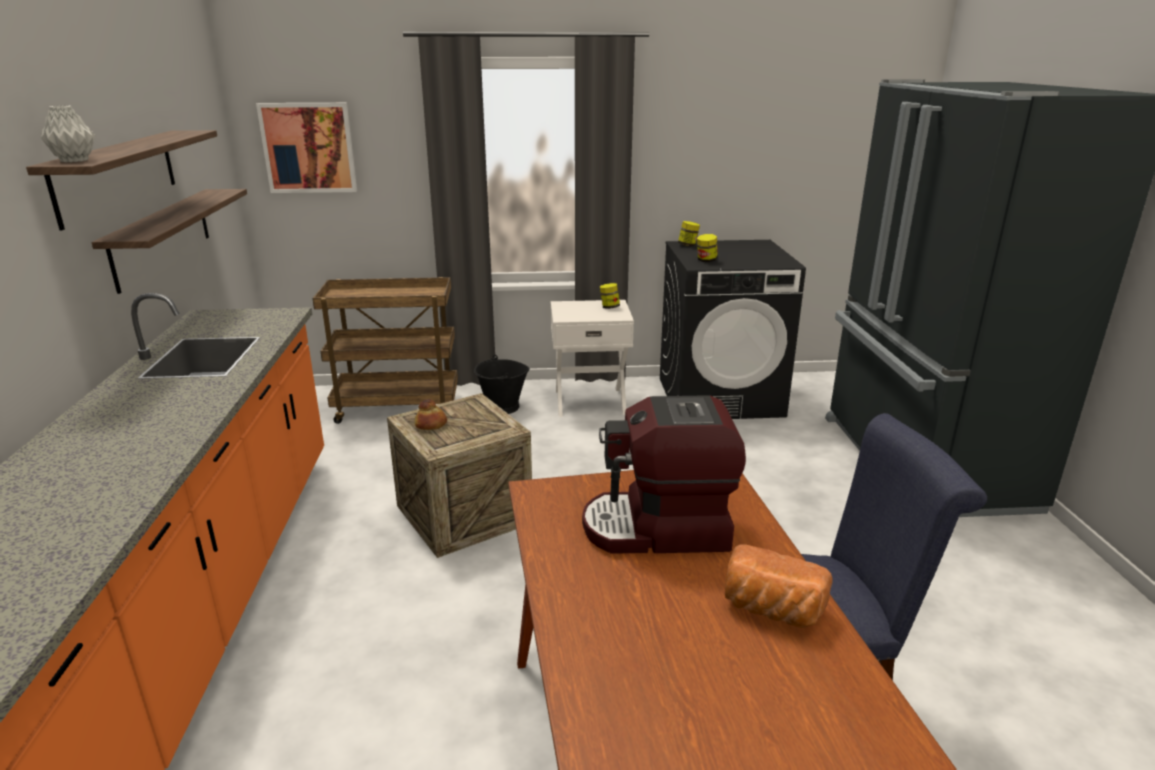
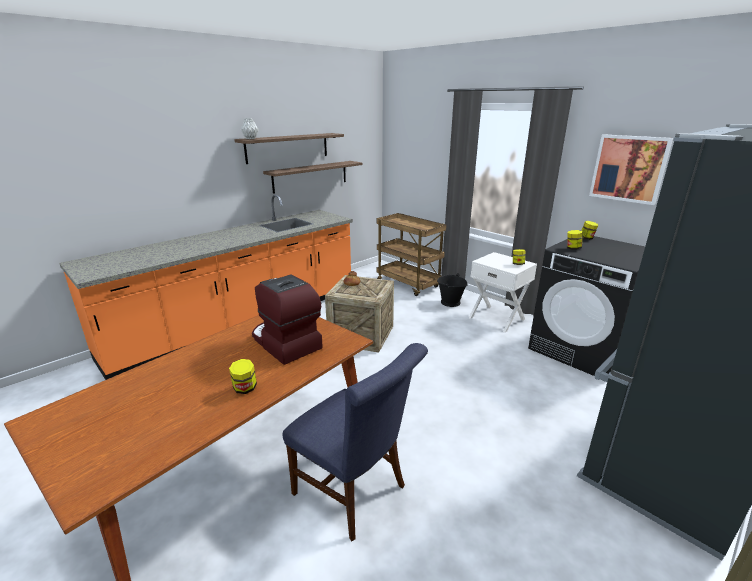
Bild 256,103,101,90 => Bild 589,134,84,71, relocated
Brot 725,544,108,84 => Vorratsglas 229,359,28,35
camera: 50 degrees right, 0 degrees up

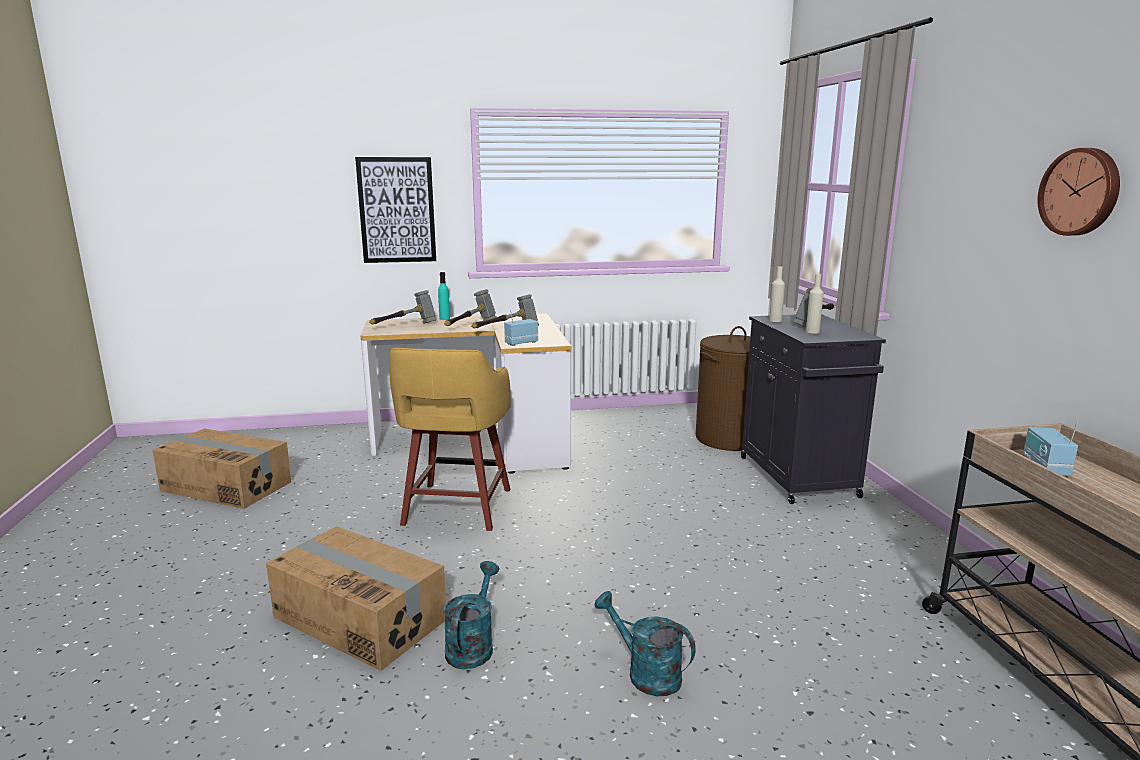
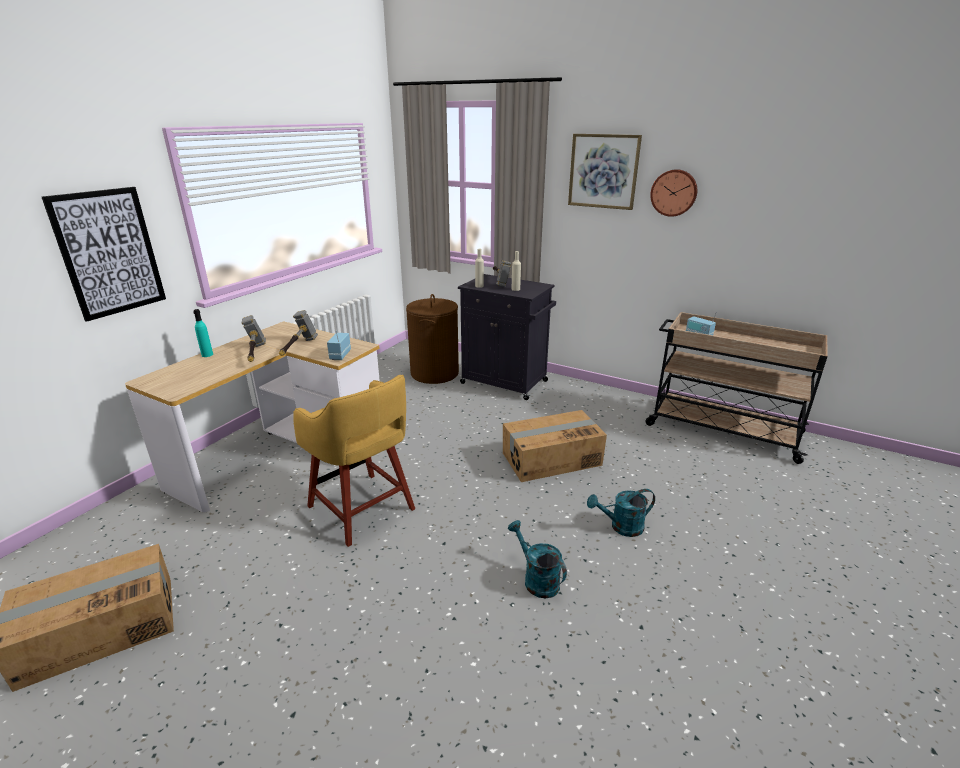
Hammer 369,290,68,34 => nothing
nothing => Bild 568,134,74,76
Karton 266,526,180,145 => Karton 503,410,104,72, relocated
camera: 50 degrees left, 10 degrees up

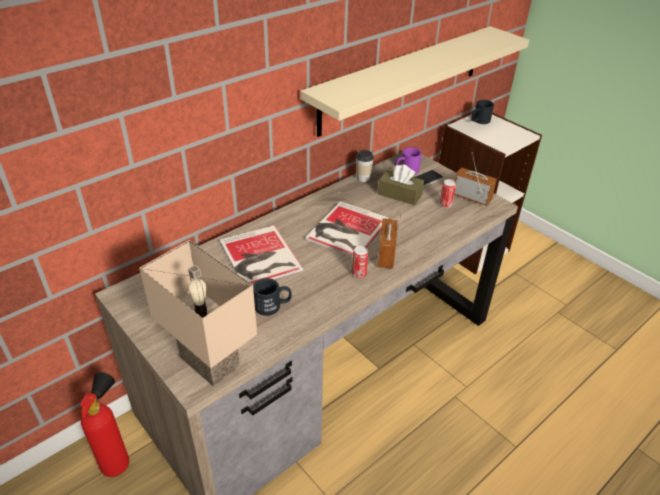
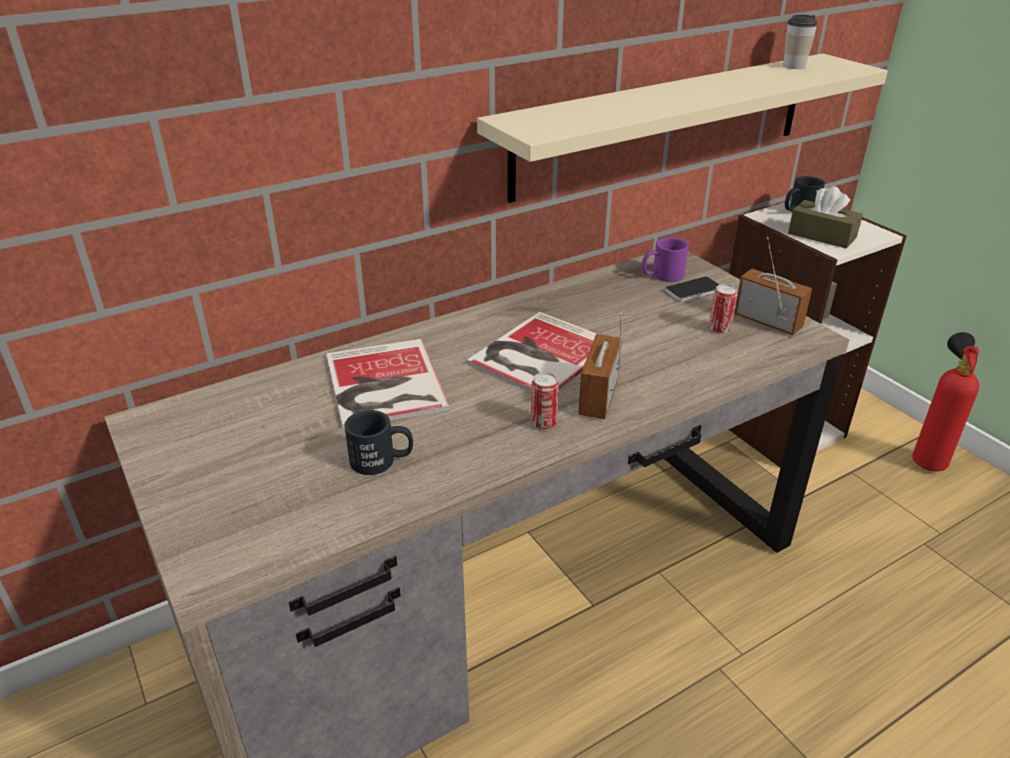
Tischlampe (beige) 139,240,118,147 => nothing
Feuerlöscher 80,372,49,105 => Feuerlöscher 912,332,67,139, relocated
Tasse 356,150,18,32 => Tasse 783,15,35,54, relocated
Taschentuchbox (braun) 378,164,46,41 => Taschentuchbox (braun) 788,186,75,62, relocated
camera: 10 degrees right, 5 degrees down

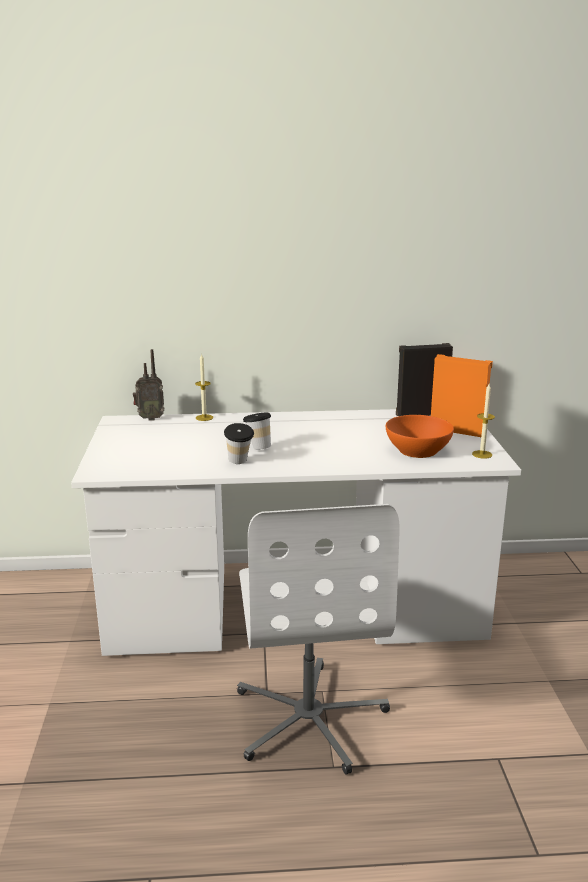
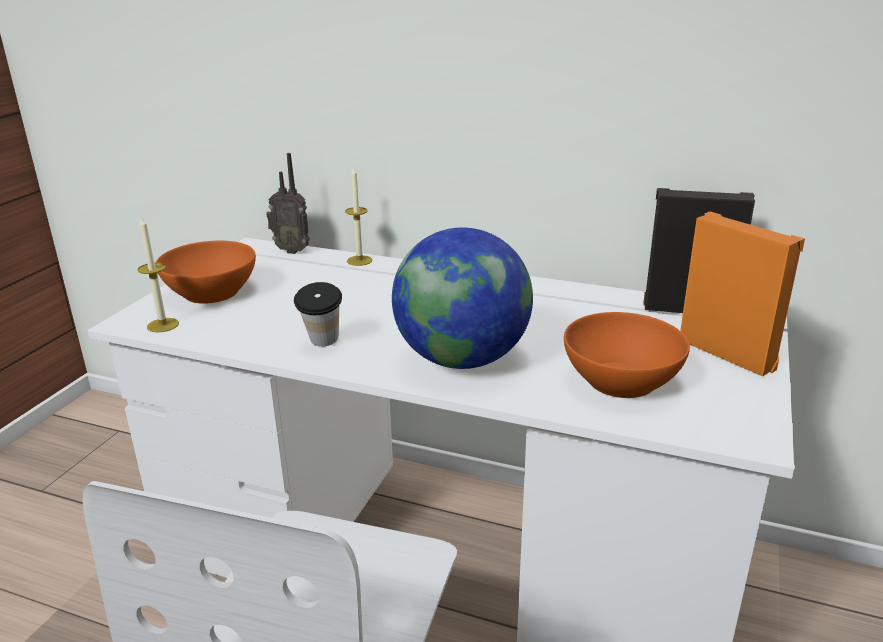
Tasse 243,413,28,37 => nothing
nothing => Schüssel (orange) 156,241,100,63
nothing => Globus 392,227,141,142
Kerze 472,384,23,75 => Kerze 137,216,42,116, relocated
camera: 25 degrees right, 5 degrees up

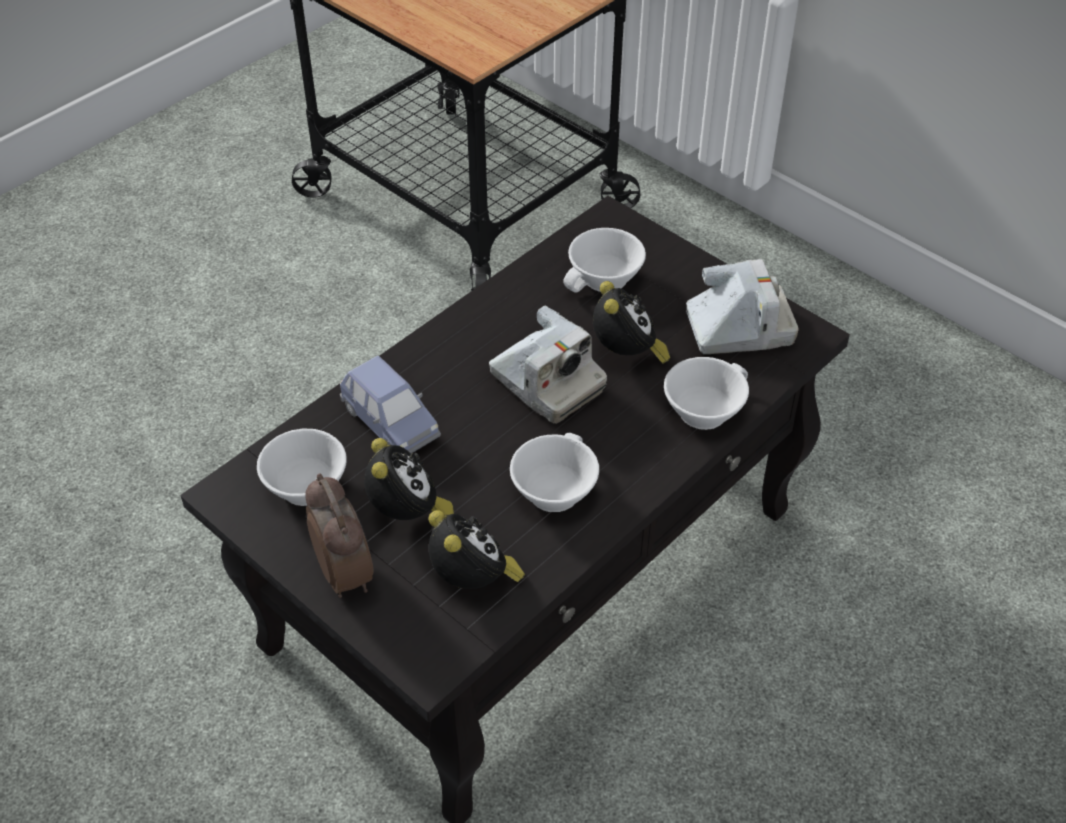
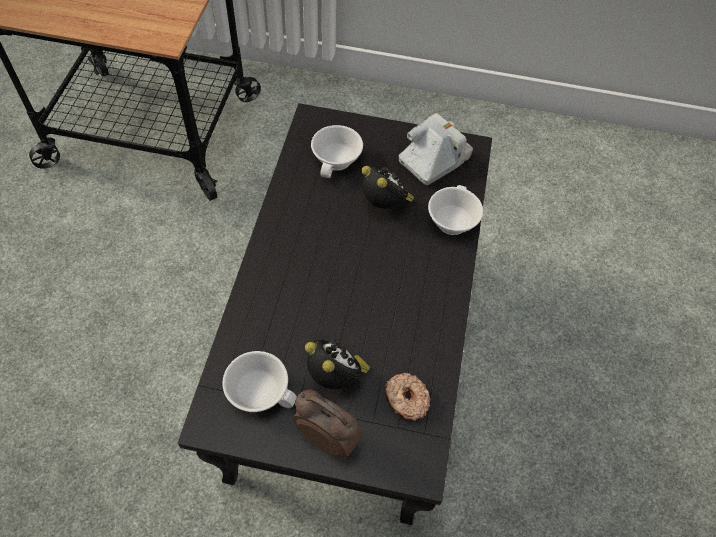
Spielzeugauto (blau) 340,356,101,97 => nothing
Kamera 489,305,118,119 => nothing
Tasse (weiß) 510,433,89,79 => nothing
Wecker 429,510,96,79 => Donut 385,373,45,48
camera: 35 degrees left, 10 degrees up

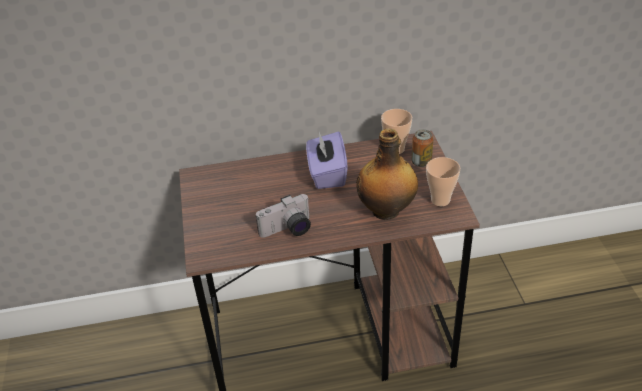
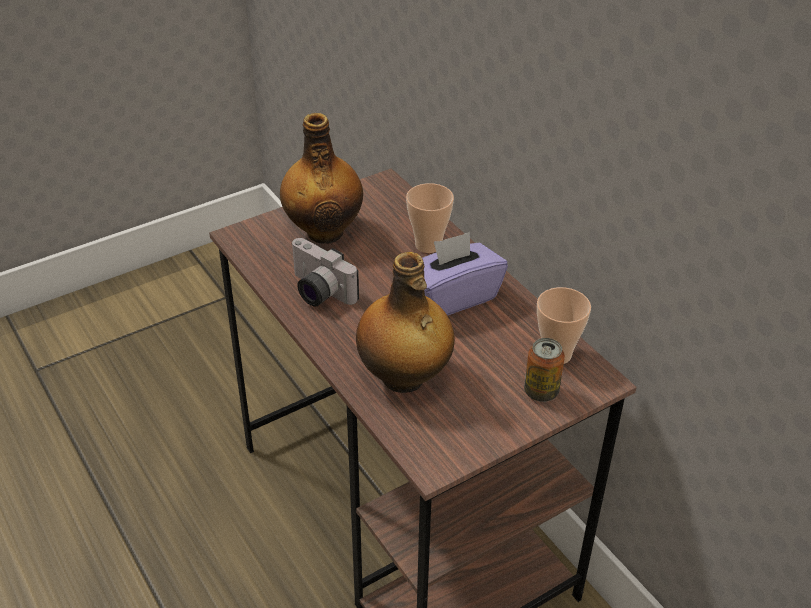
nothing => Flasche 280,113,83,131
Tasse 426,157,34,49 => Tasse 406,183,48,70, relocated
camera: 65 degrees right, 0 degrees up

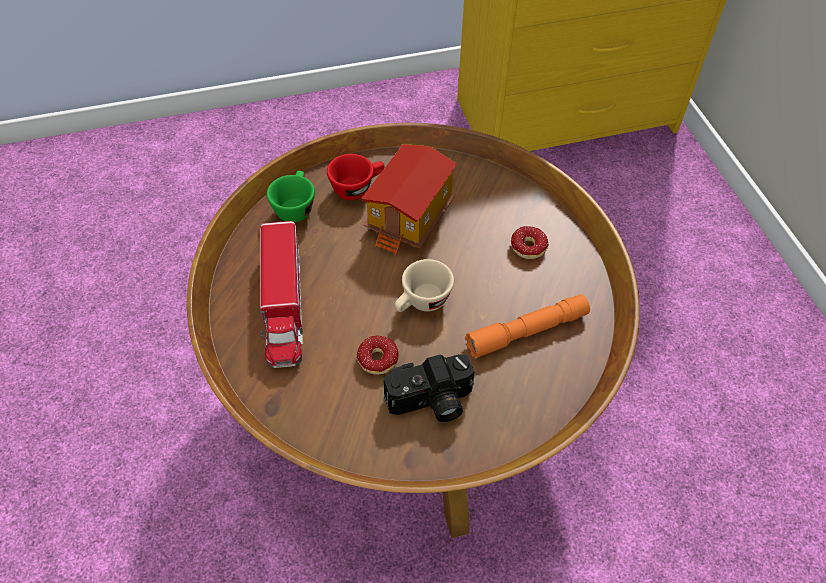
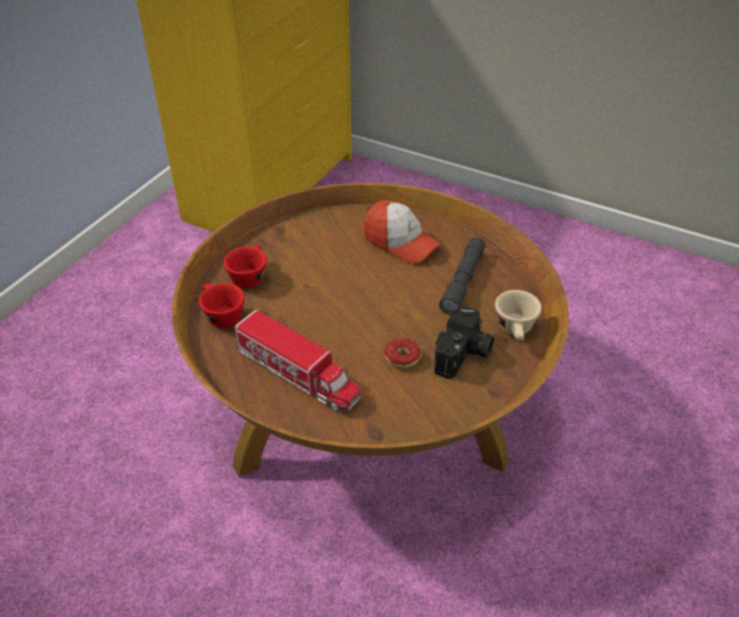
Spielzeughaus 361,144,96,111 => nothing
Tasse (beige) 394,259,60,53 => Tasse (beige) 495,290,47,51, relocated
Donut 511,226,37,33 => Kappe 364,200,77,64
Tasse (grün) 267,171,48,52 => Tasse (rot) 199,283,46,45
Taschenlampe (orange) 465,294,125,65 => Taschenlampe (grau) 439,237,46,78
camera: 45 degrees left, 10 degrees down

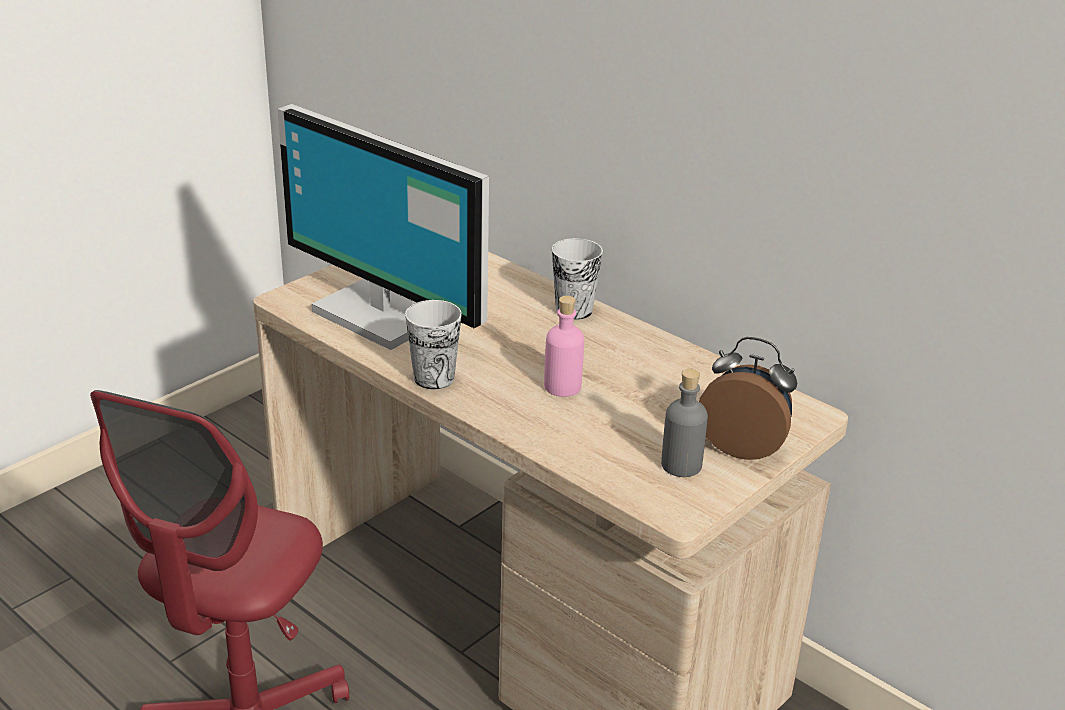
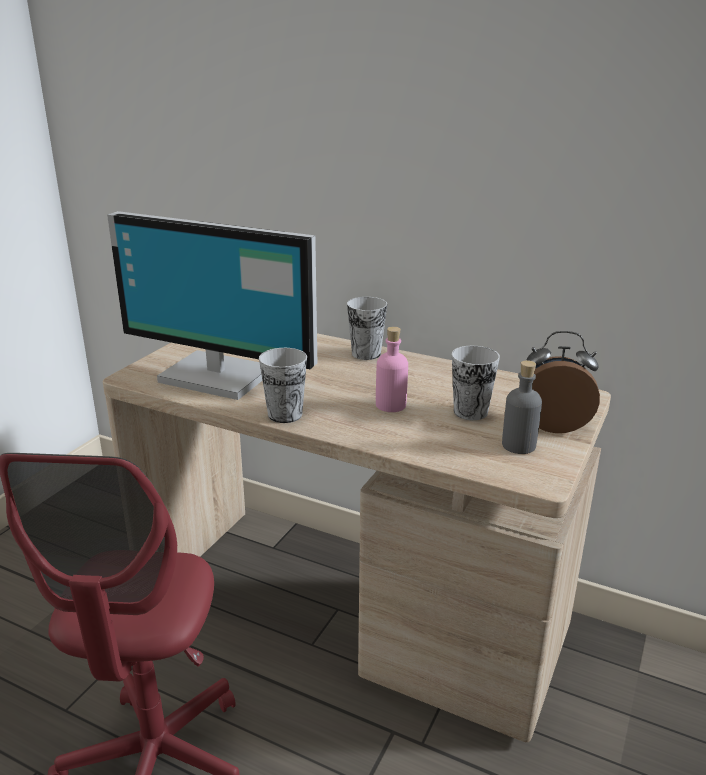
nothing => Tasse 452,346,48,74
camera: 15 degrees left, 5 degrees down

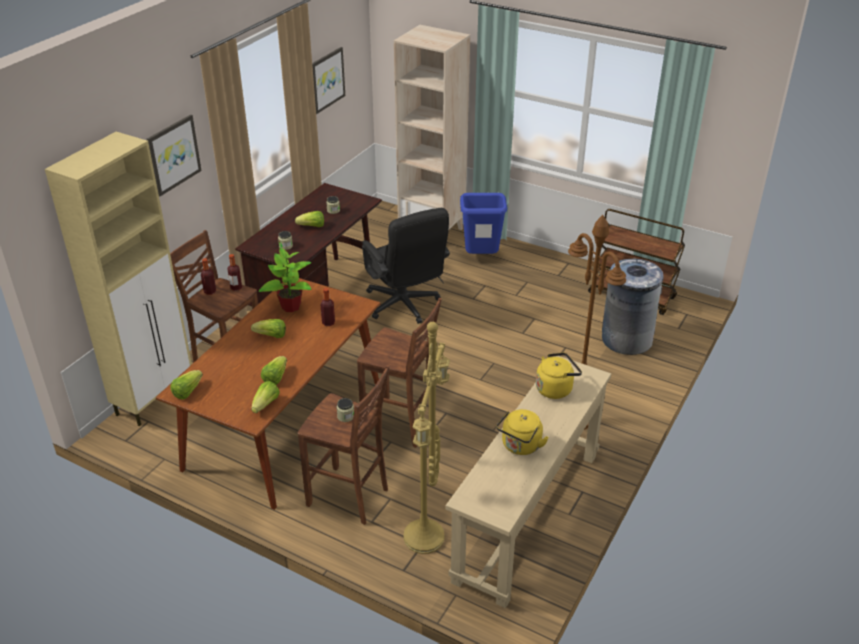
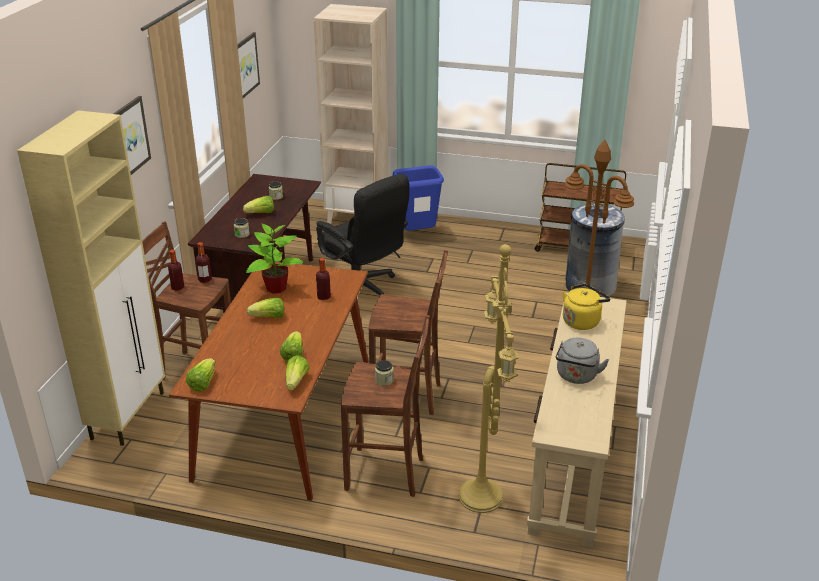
Wasserkessel (gelb) 496,409,53,46 => Wasserkessel (grau) 556,338,53,46
camera: 15 degrees left, 5 degrees down

